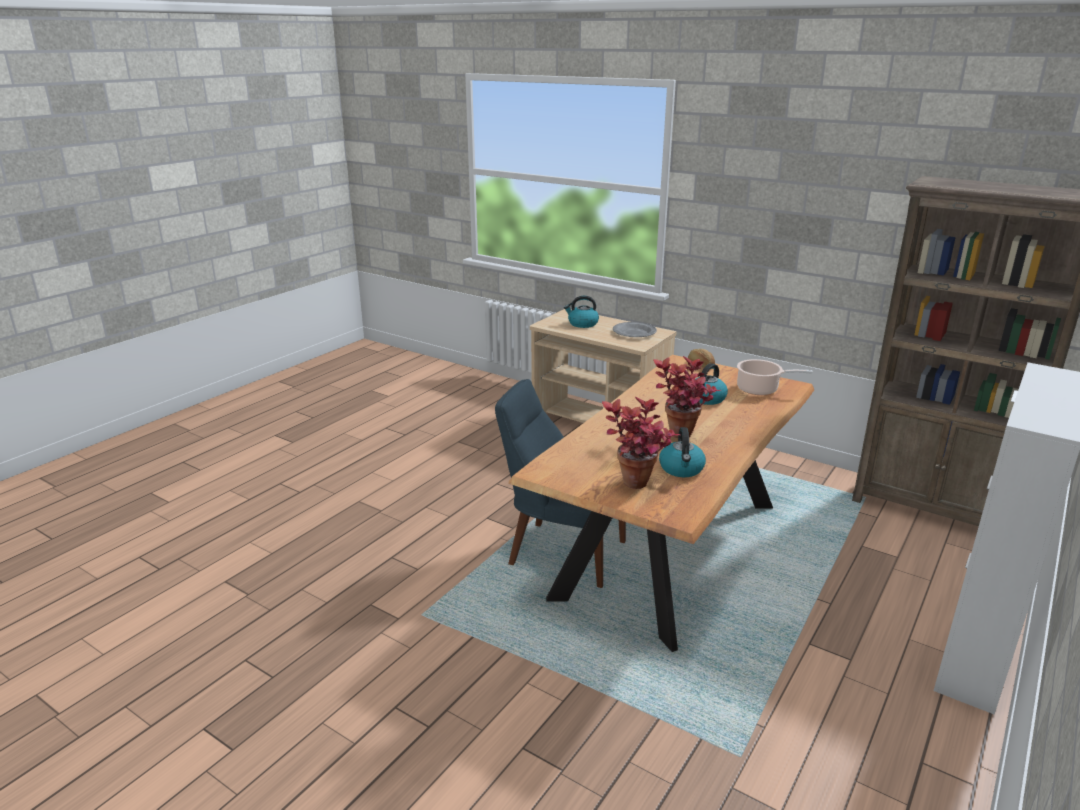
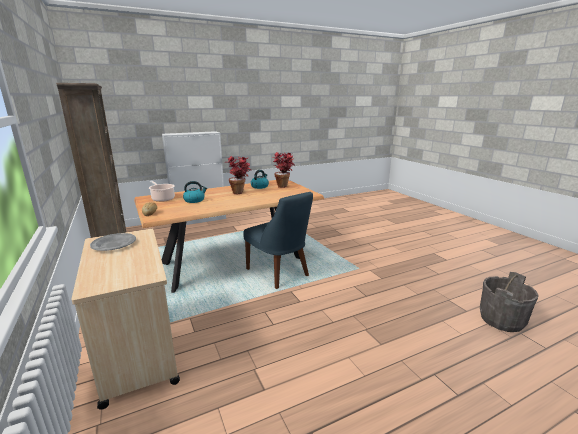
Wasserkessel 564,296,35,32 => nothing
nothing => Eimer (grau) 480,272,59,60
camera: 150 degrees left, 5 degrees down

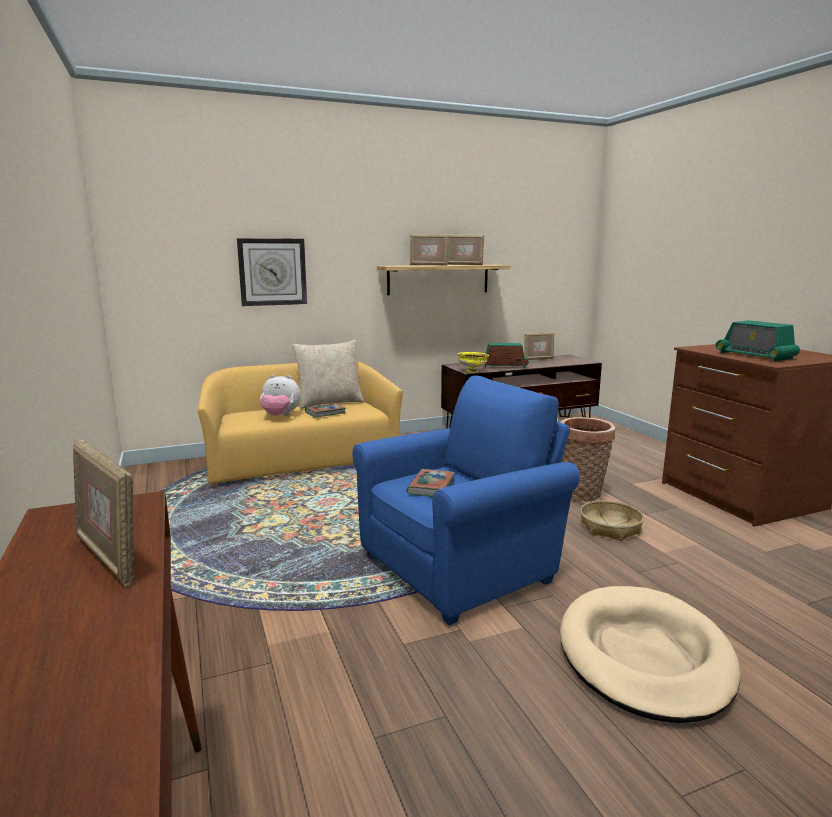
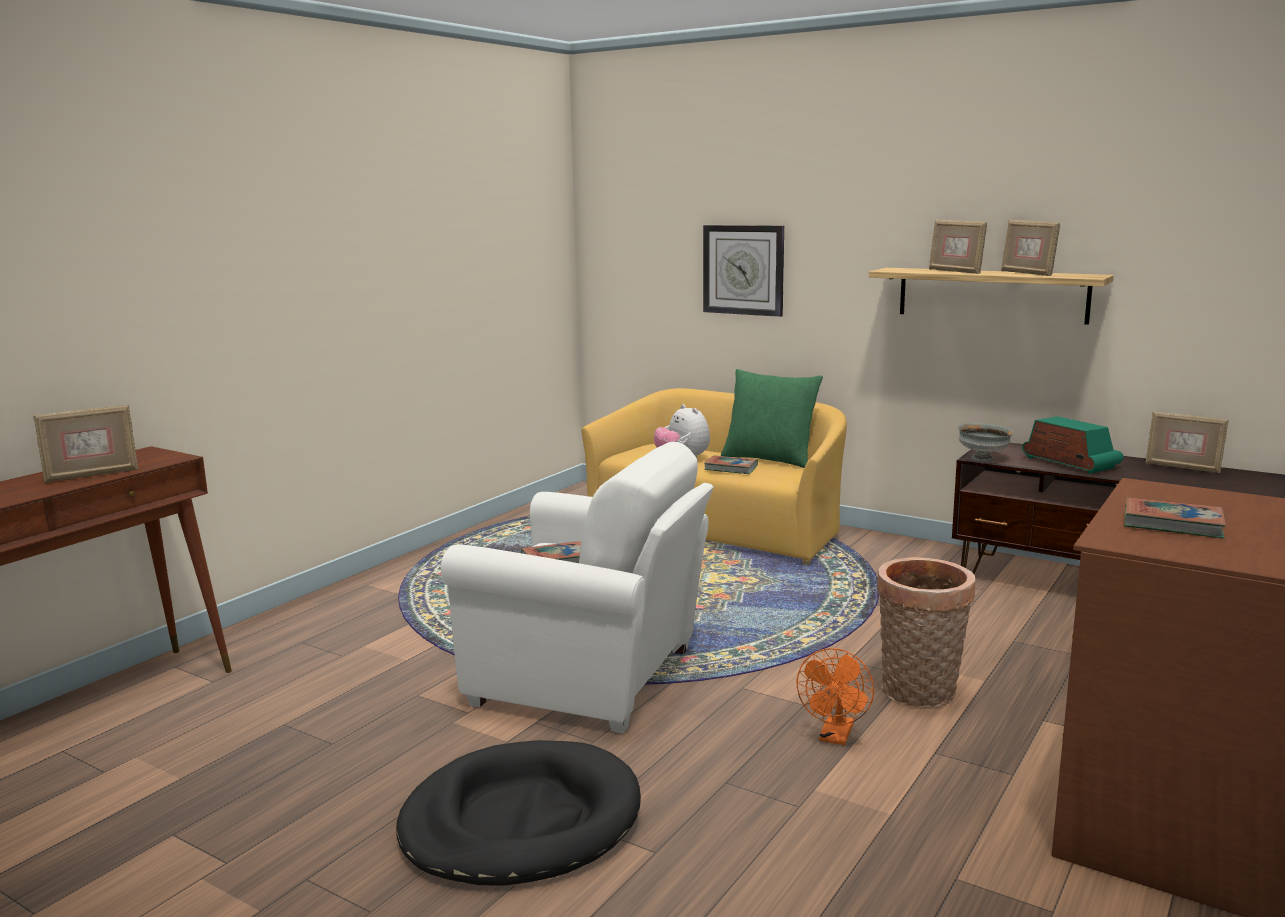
Korb 580,500,64,41 => Ventilator (orange) 796,648,78,97
Radio 715,320,85,41 => Buch 1124,497,102,42
Kissen (beige) 292,340,73,69 => Kissen (grün) 721,369,102,99
Sessel (blau) 352,375,228,251 => Sessel (weiß) 441,442,272,292
Schüssel (gelb) 458,352,31,21 => Schüssel (grau) 958,423,55,39
Hundebett (beige) 560,586,181,137 => Hundebett (schwarz) 396,740,245,146
Bilderrahmen 73,439,61,148 => Bilderrahmen 33,404,105,79, 135 degrees counterclockwise
camera: 55 degrees right, 0 degrees up

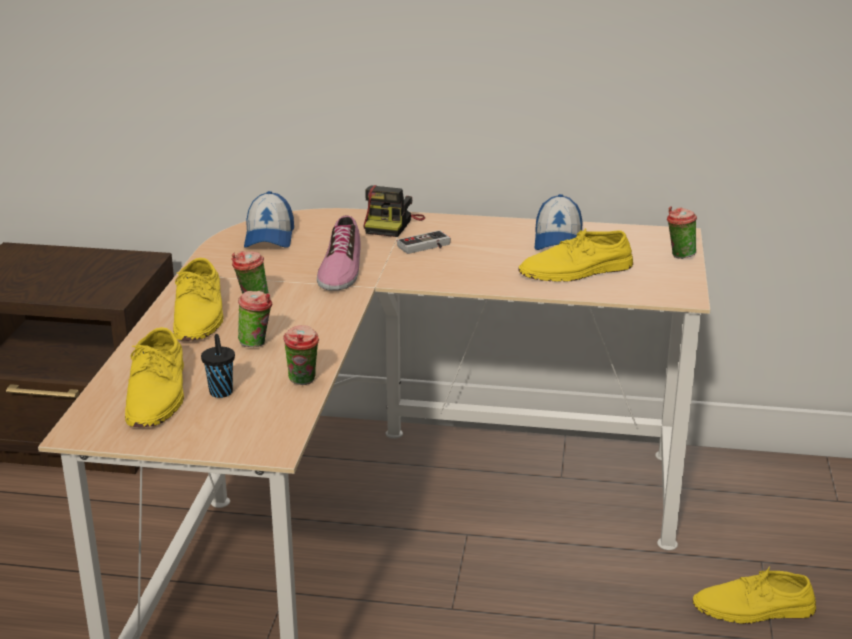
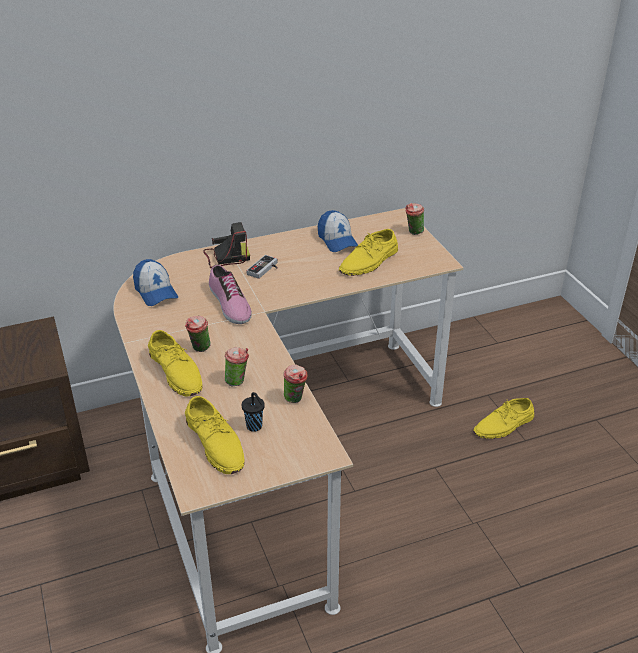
Kamera 363,185,62,52 => Kamera 203,222,47,47, 90 degrees counterclockwise
camera: 30 degrees left, 10 degrees up

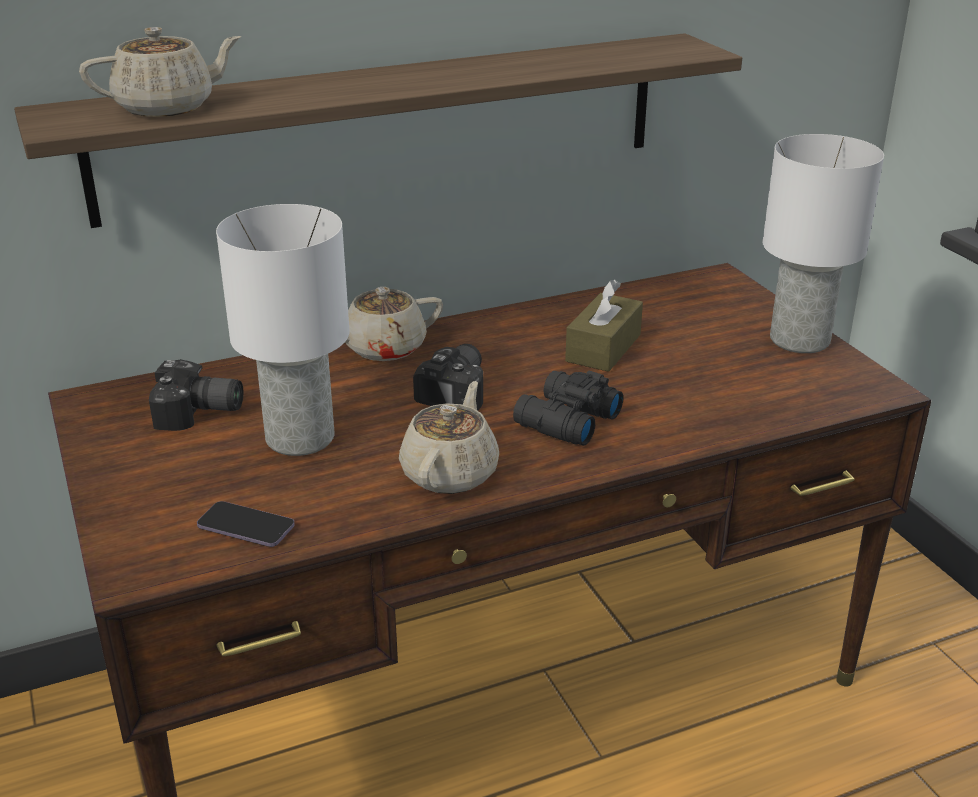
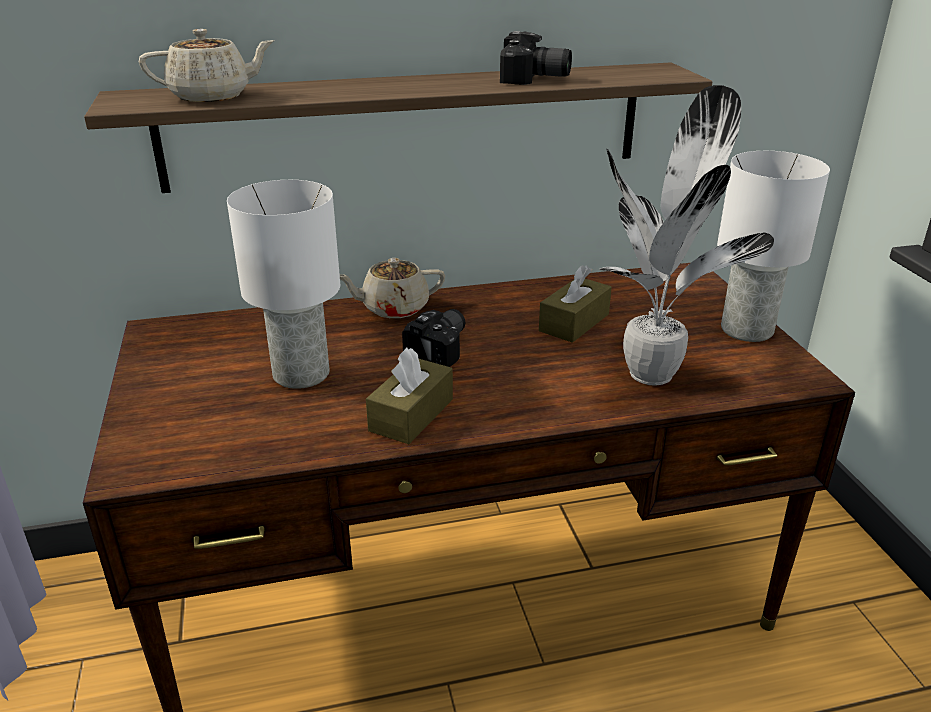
Handy 197,501,98,46 => nothing
Fernglas (schwarz) 513,371,110,75 => nothing
nothing => Topfpflanze 599,85,175,301
Kamera 149,359,94,72 => Kamera 500,31,72,54, relocated
Teekanne (beige) 399,381,100,113 => Taschentuchbox (braun) 366,348,87,96
camera: 10 degrees right, 0 degrees up

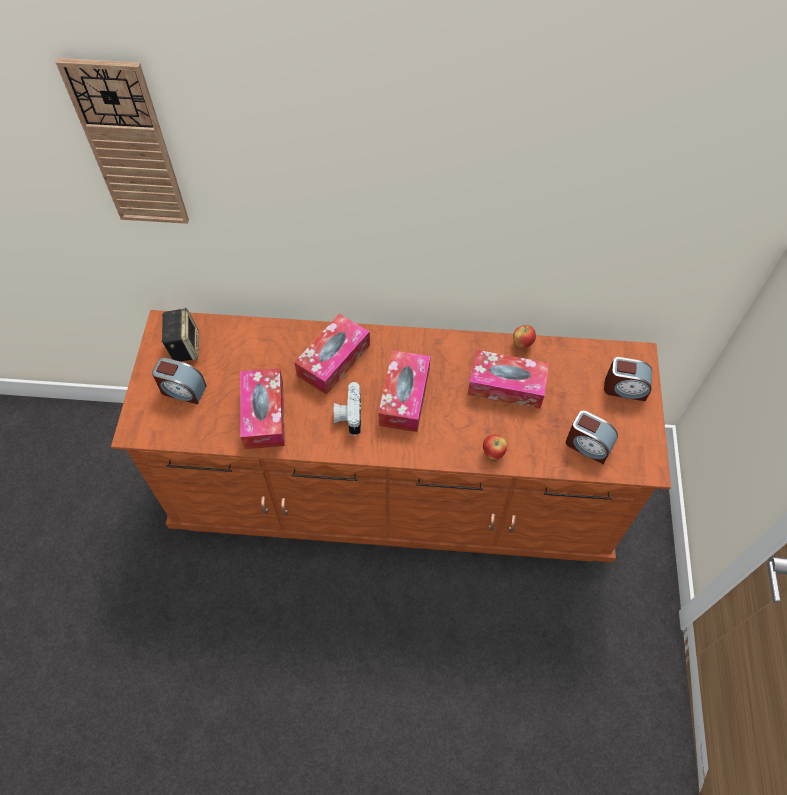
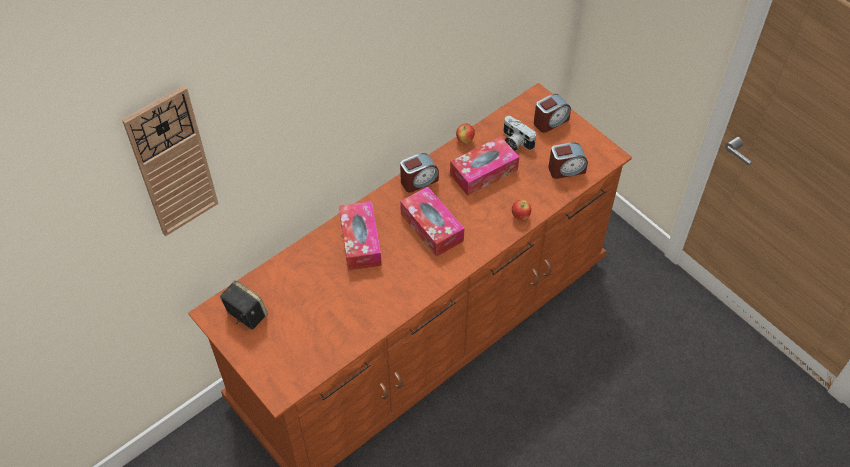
Taschentuchbox 241,368,44,81 => nothing
Wecker 152,358,55,46 => Wecker 400,153,39,40, relocated
Kamera 334,382,27,54 => Kamera 503,116,33,35, relocated
camera: 45 degrees left, 5 degrees down

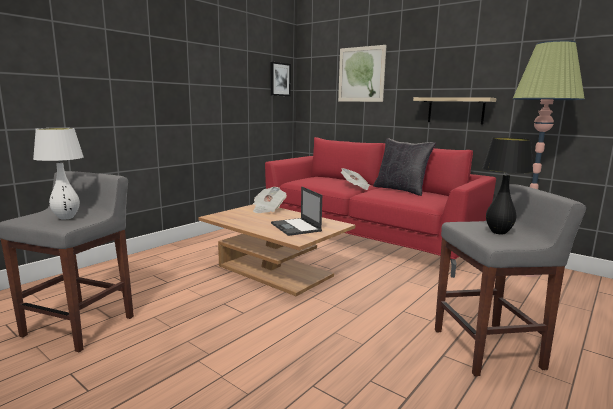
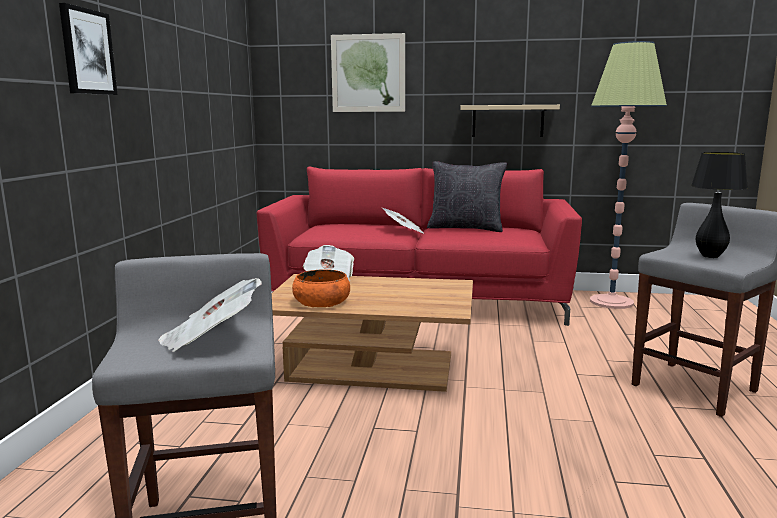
Laptop 271,186,51,50 => nothing
nothing => Schüssel (orange) 292,269,58,38
Bild 271,62,20,34 => Bild 59,3,59,92, relocated
Tischlampe (weiß) 33,128,51,92 => Zeitung 158,278,104,74
camera: 30 degrees left, 0 degrees up

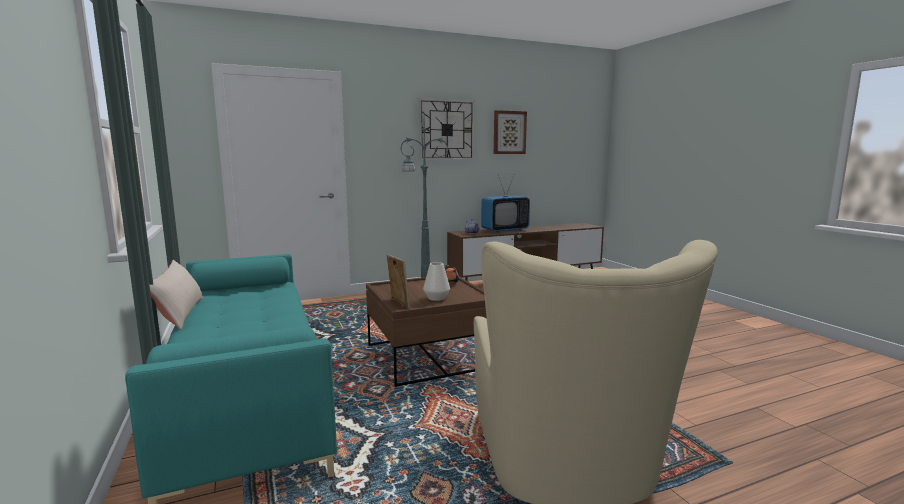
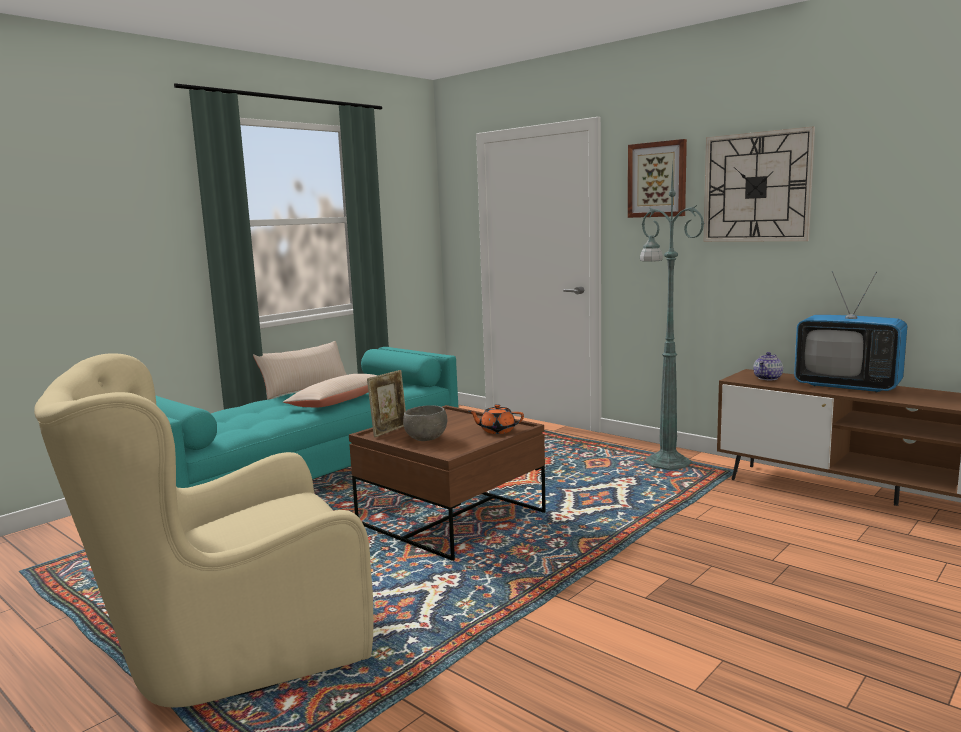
nothing => Kissen (beige) 283,374,95,33
Bild 494,110,33,44 => Bild 628,139,59,79, relocated
Vase (weiß) 423,262,27,39 => Schüssel (grau) 403,405,44,36
camera: 65 degrees right, 0 degrees up

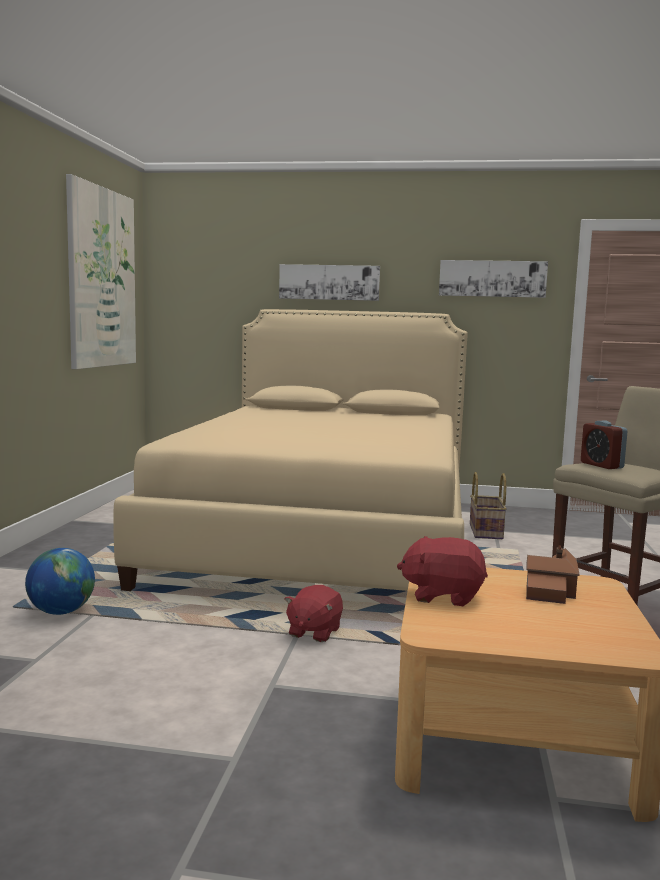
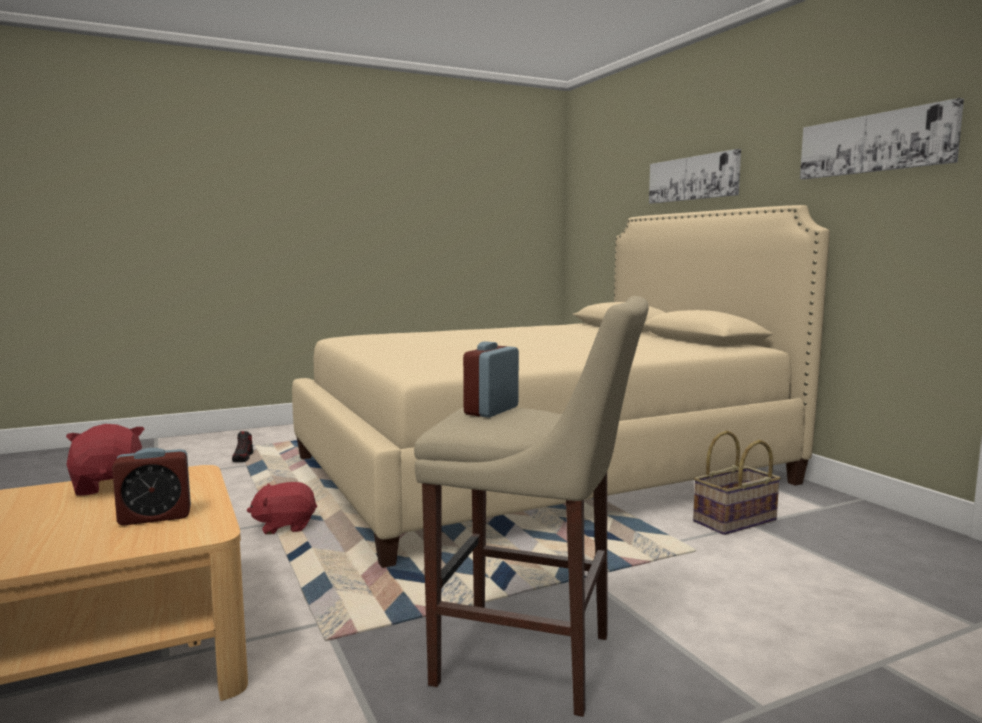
Bild 66,174,70,195 => nothing
Globus 25,548,70,67 => Schuh 232,431,21,31
Spielzeughaus 526,546,54,58 => Wecker 112,448,79,78
camera: 55 degrees right, 0 degrees up

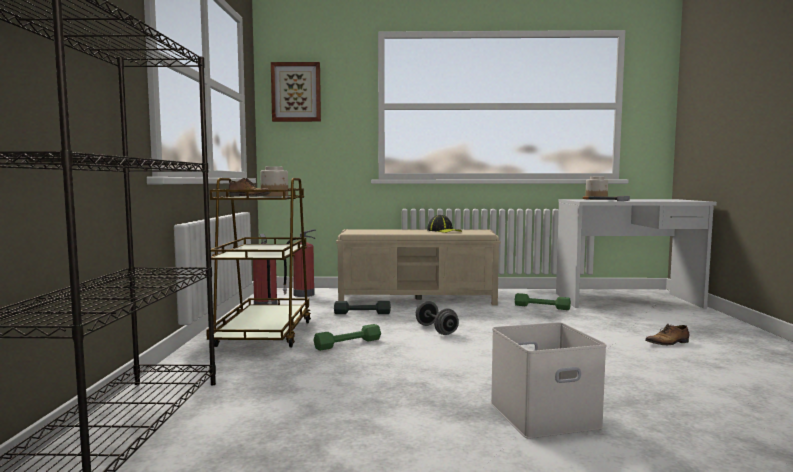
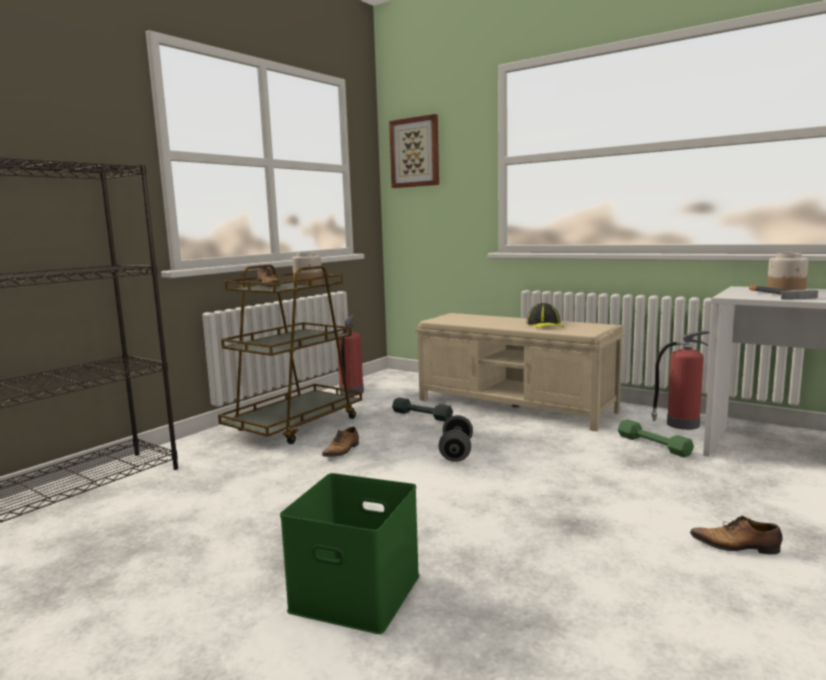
Feuerlöscher 283,229,33,68 => Feuerlöscher 651,331,58,99, relocated
Hantel (grün) 314,324,67,27 => Schuh 322,427,37,30
Aufbewahrungsbox (weiß) 491,322,115,117 => Aufbewahrungsbox (grün) 280,473,139,161
camera: 35 degrees right, 5 degrees up

